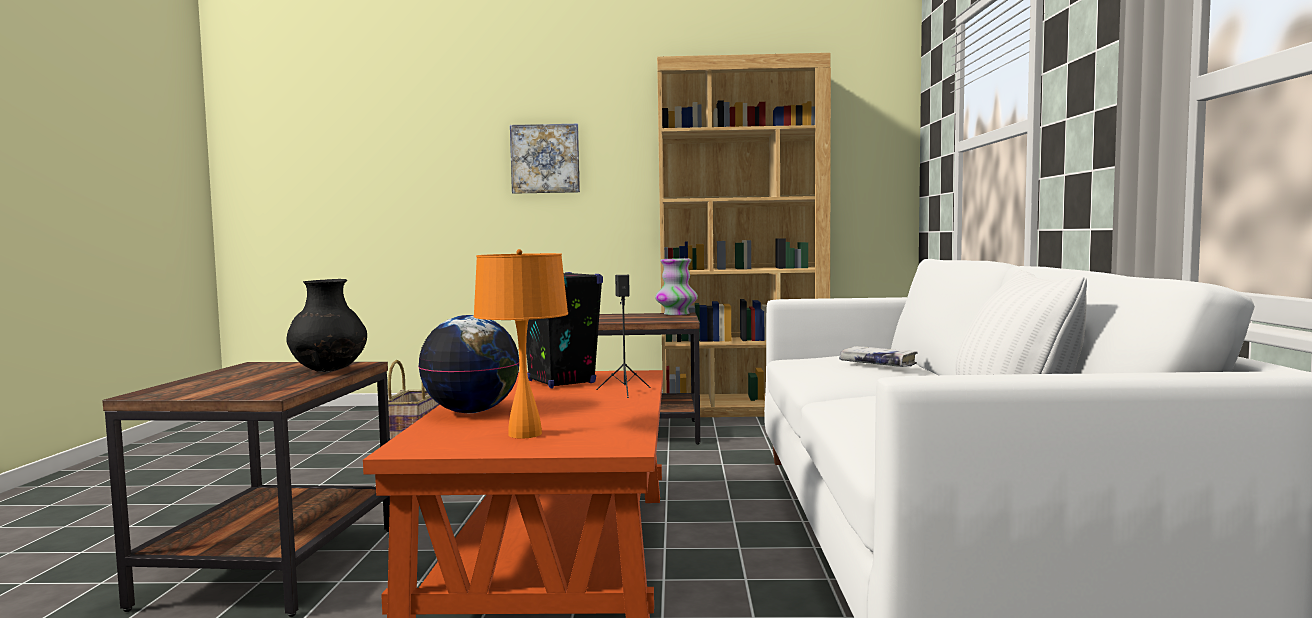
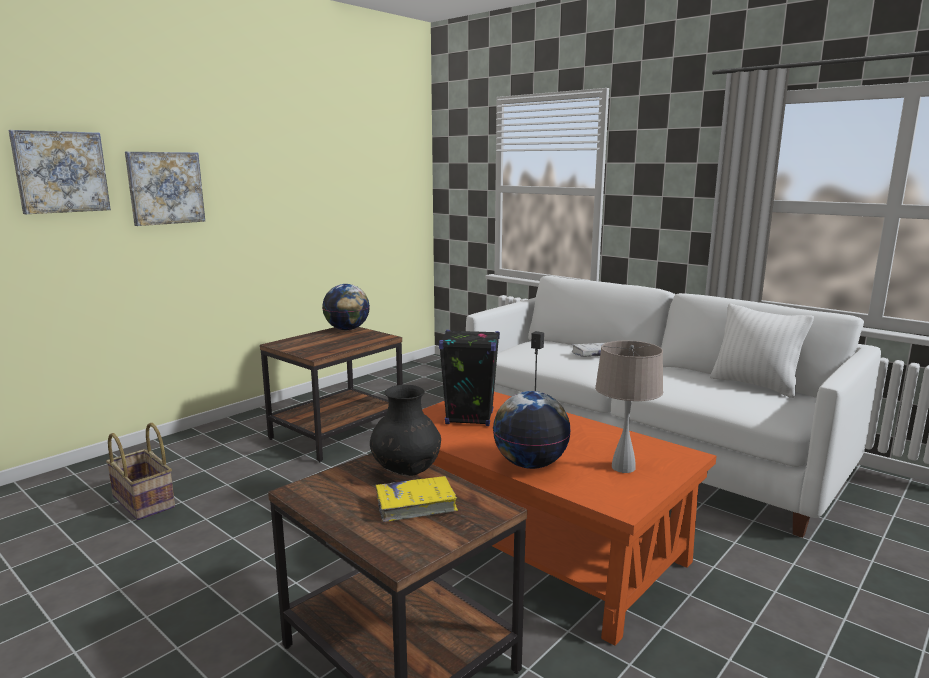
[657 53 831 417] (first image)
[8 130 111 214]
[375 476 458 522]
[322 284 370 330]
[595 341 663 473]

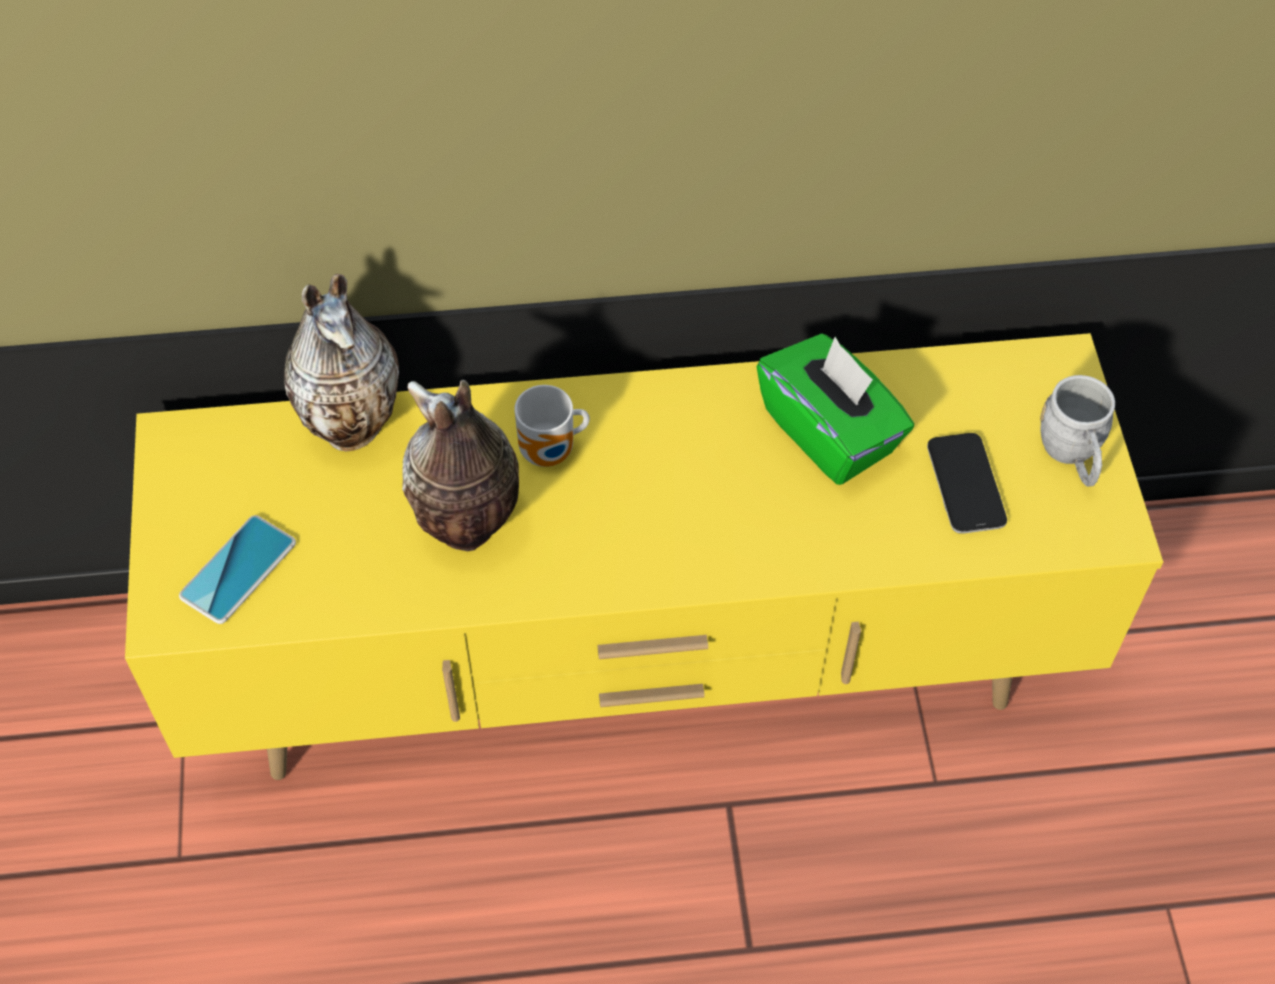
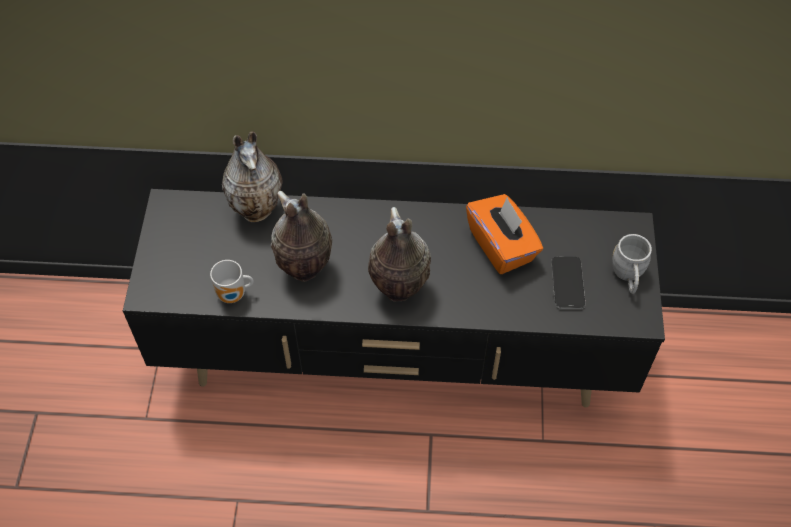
[179 515 296 624] (first image)
[368 207 431 301]
[210 260 254 303]
[123 189 665 407]
[466 194 543 274]

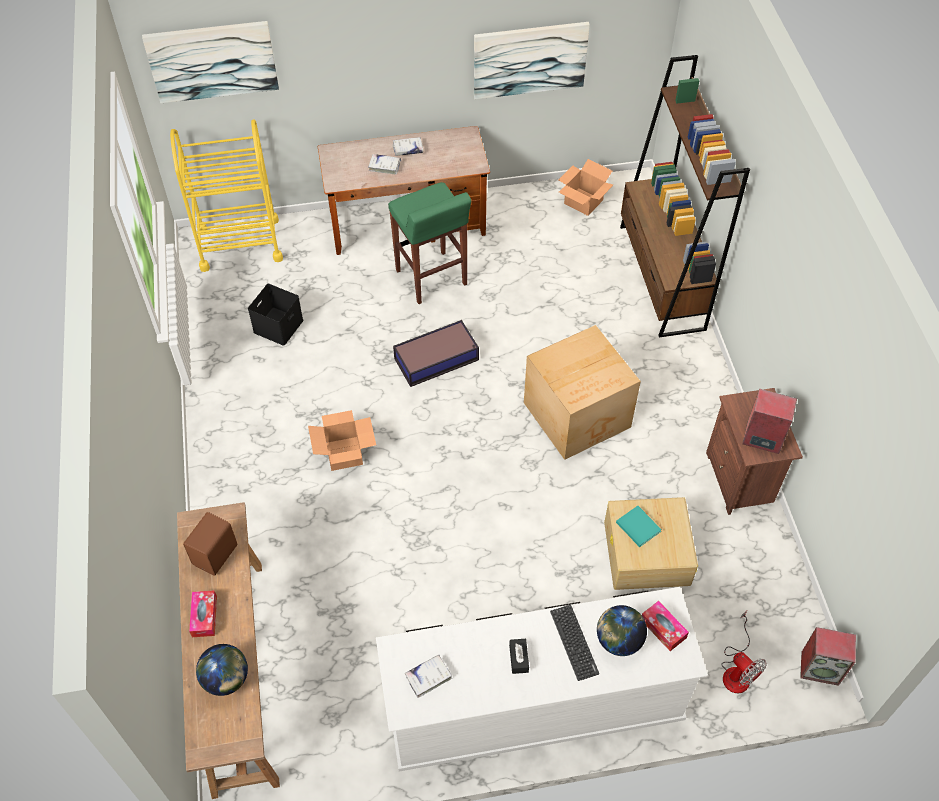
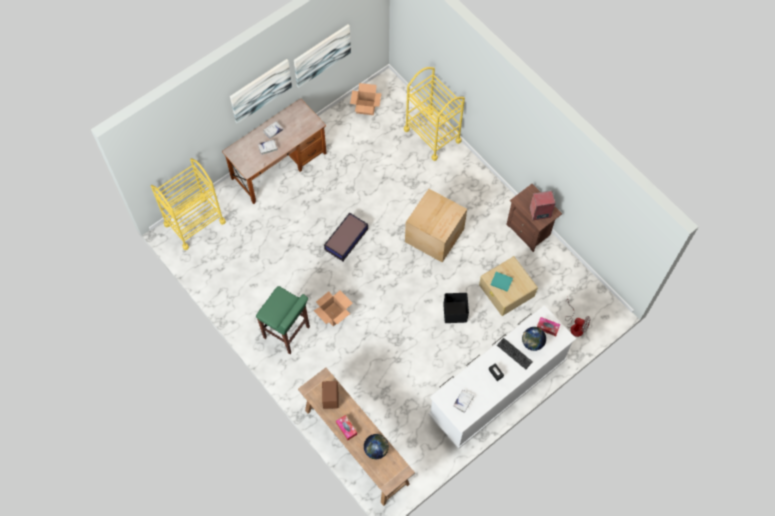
[800 627 856 686] (first image)
[230 59 292 124]
[443 293 469 323]
[256 286 310 354]
[404 67 465 161]

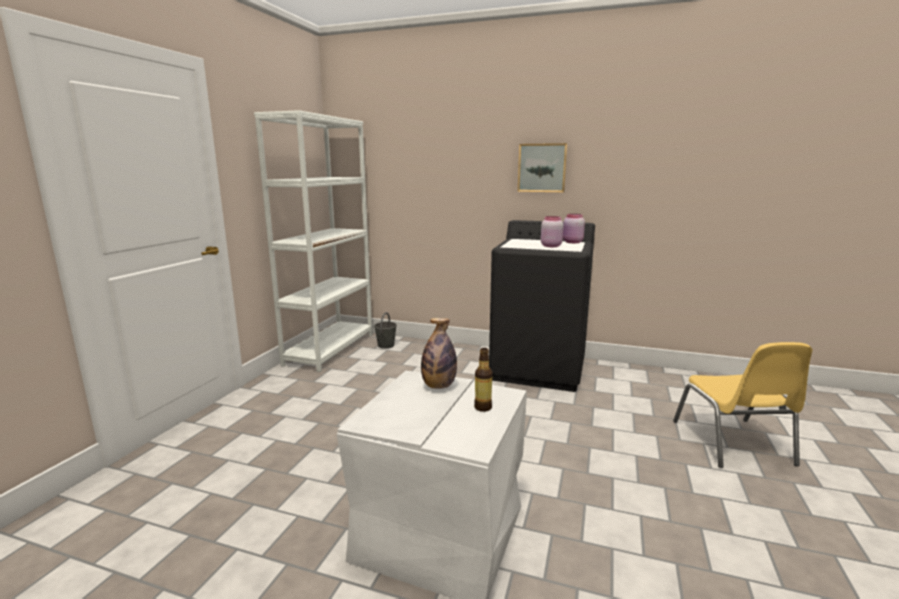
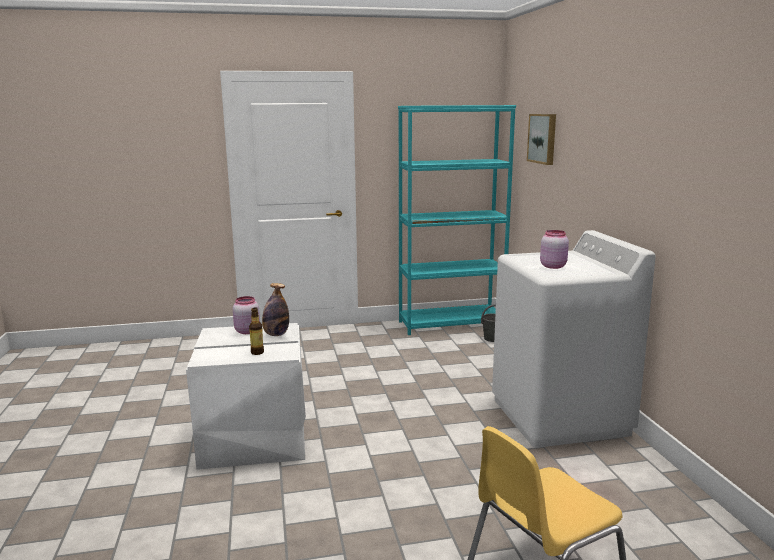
[527 114 556 165]
[233 296 260 334]
[398 105 516 335]
[492 230 656 448]

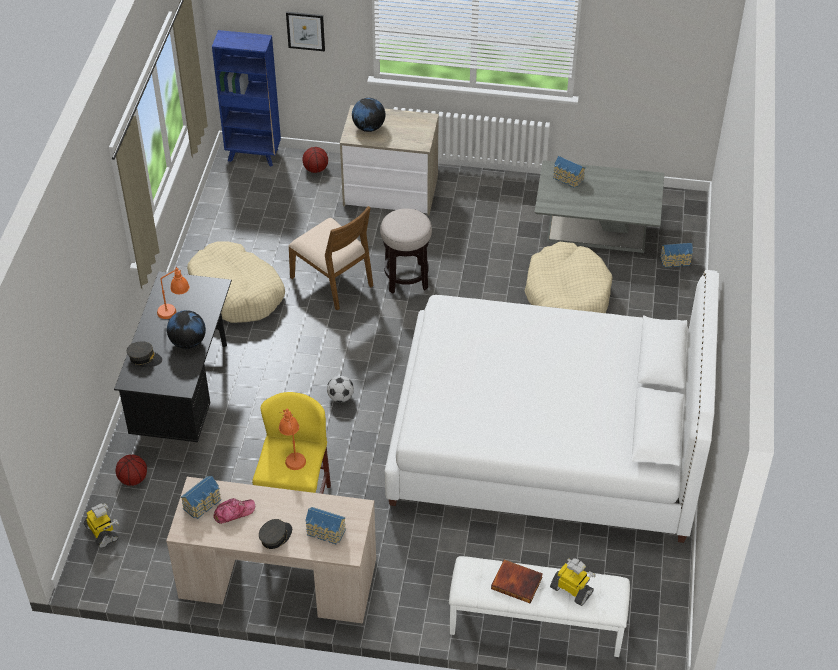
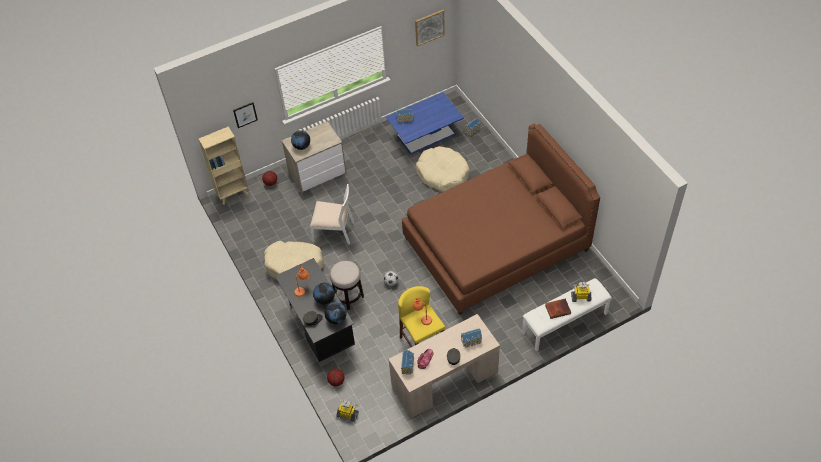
[325 302 347 324]
[415 10 445 47]
[330 261 364 310]
[199 126 249 205]
[310 184 354 244]
[402 124 600 315]
[386 92 464 155]

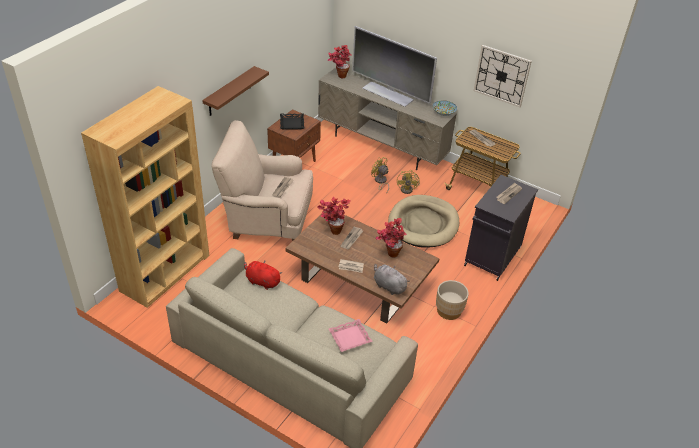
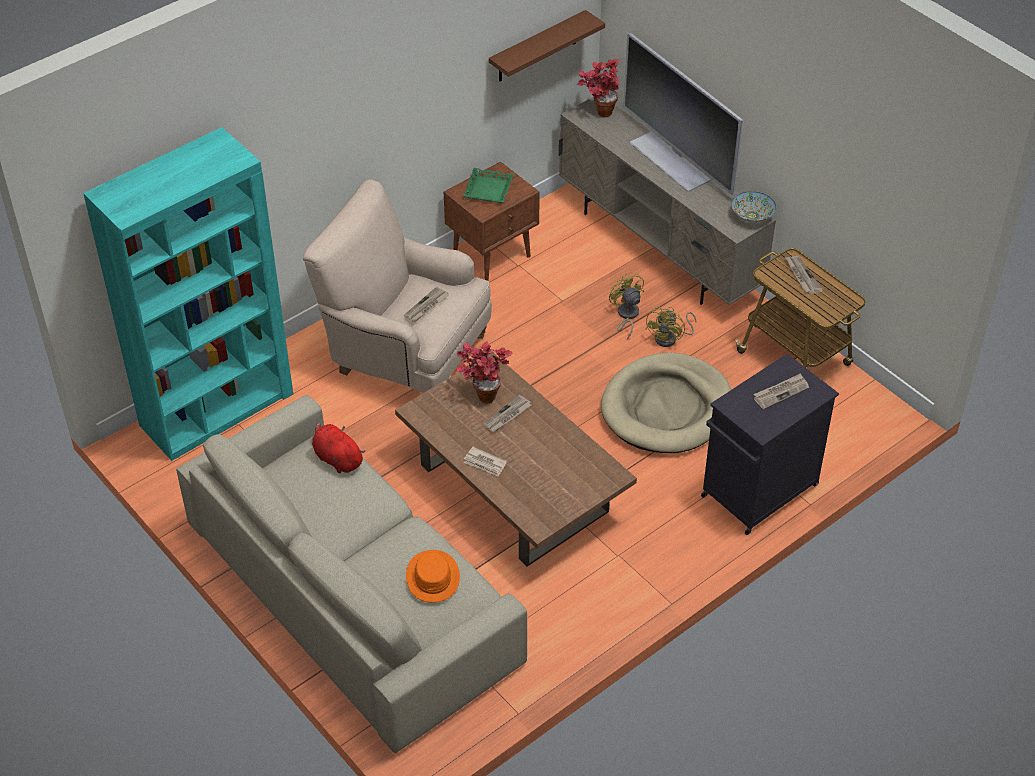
[374 264 410 295] (first image)
[376 218 407 258] (first image)
[436 280 469 320] (first image)
[473 45 532 107] (first image)
[489 10 605 82]
[406 550 460 603]
[83 127 293 461]
[463 168 514 203]

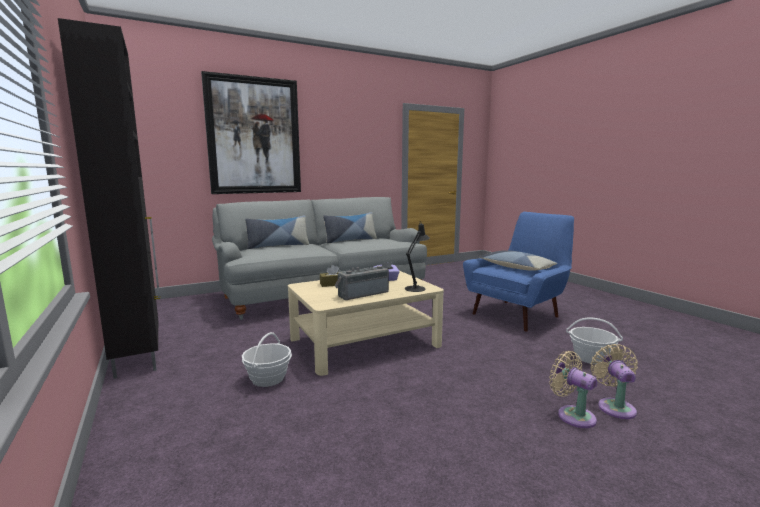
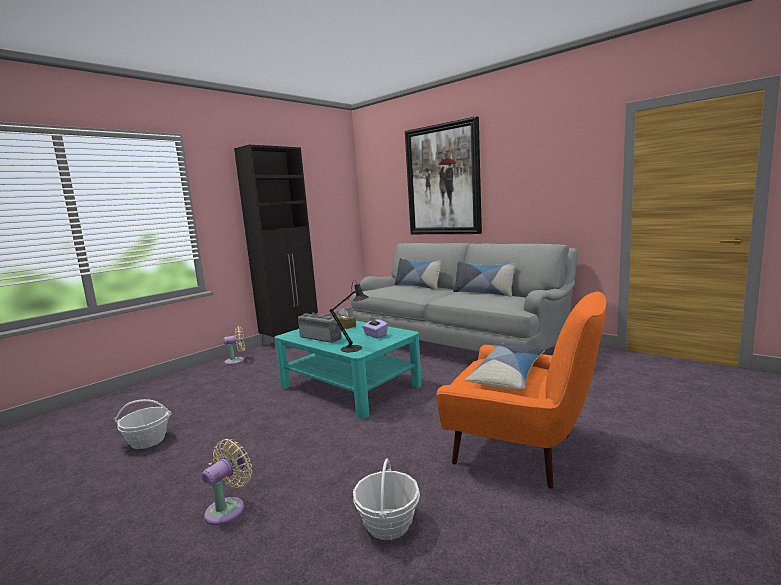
[114 399 171 449]
[224 326 245 365]
[275 321 422 419]
[436 292 606 488]

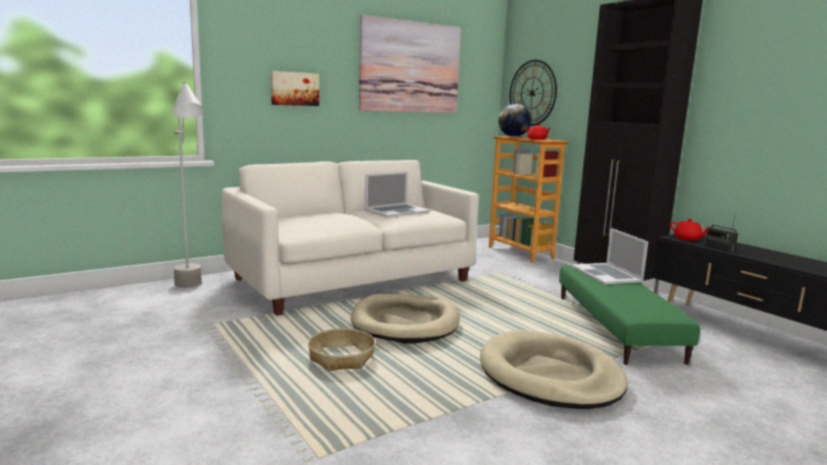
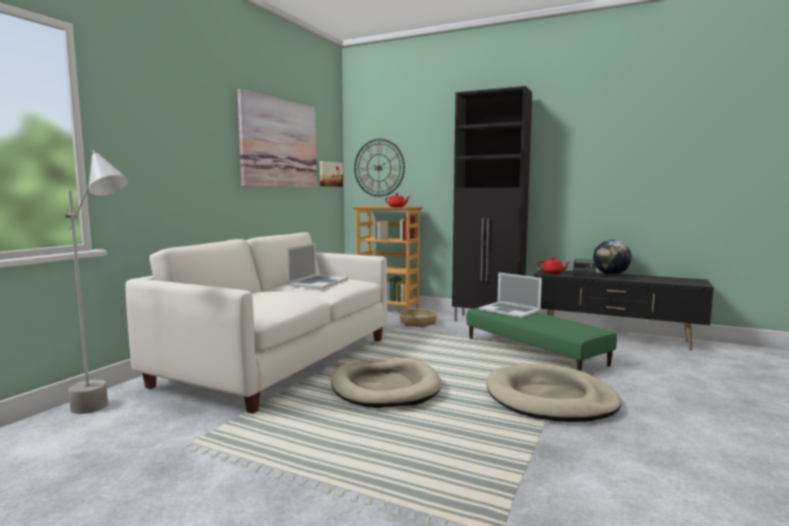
[320 161 343 187]
[399 308 437 327]
[593 240 632 275]

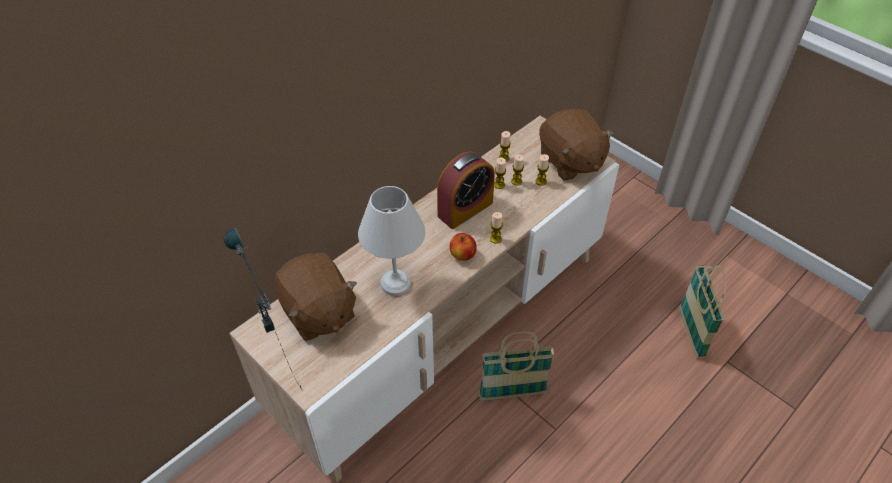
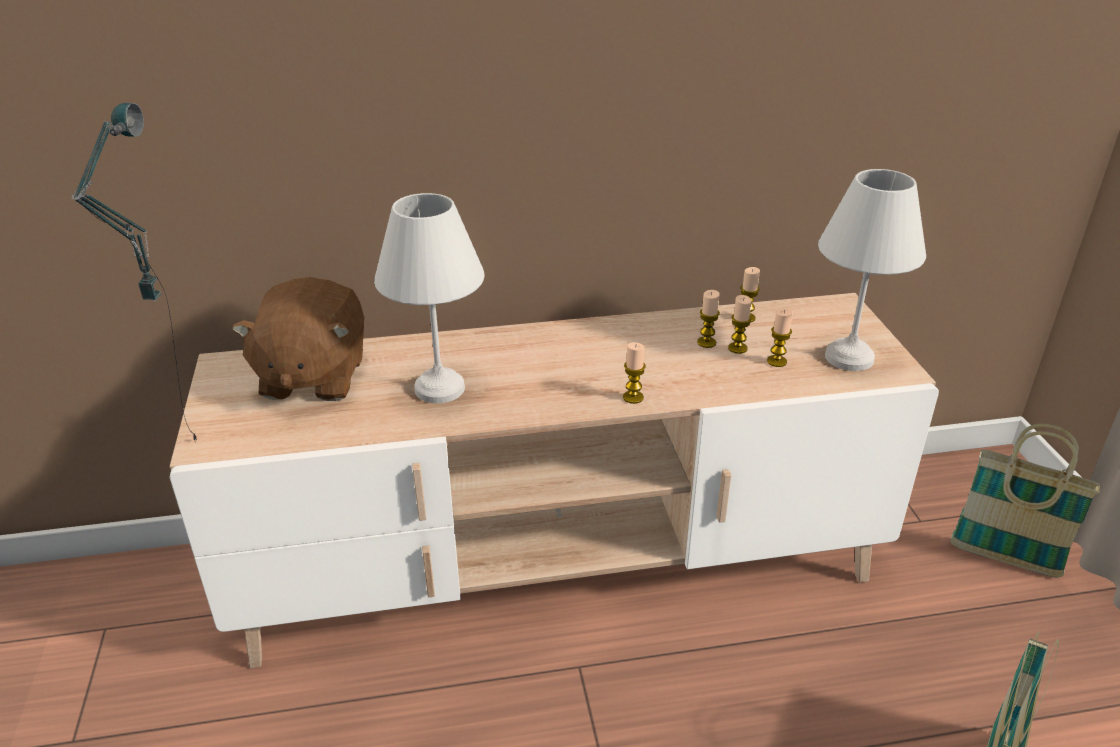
[437 152 495 229] (first image)
[450 233 477 261] (first image)
[950 424 1100 577]
[818 169 926 371]

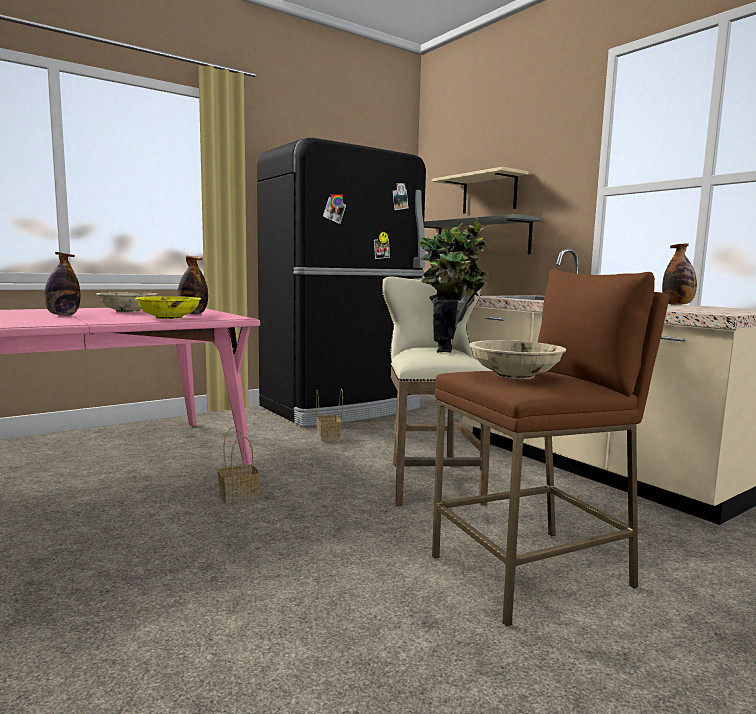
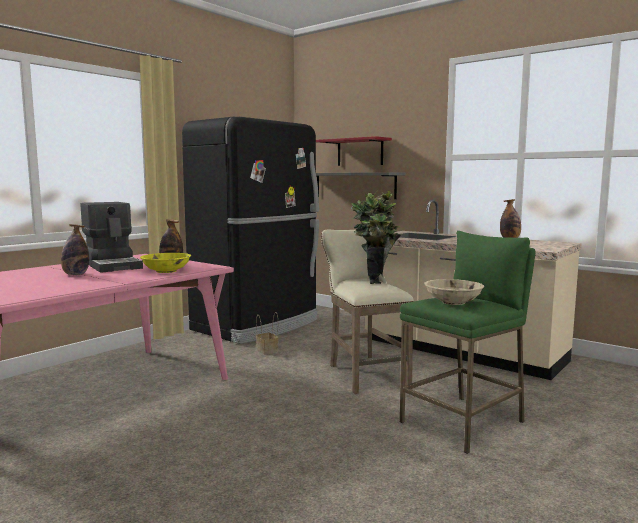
[218 427 259 504] (first image)
[81 202 143 273]
[316 136 392 166]
[400 231 536 454]

